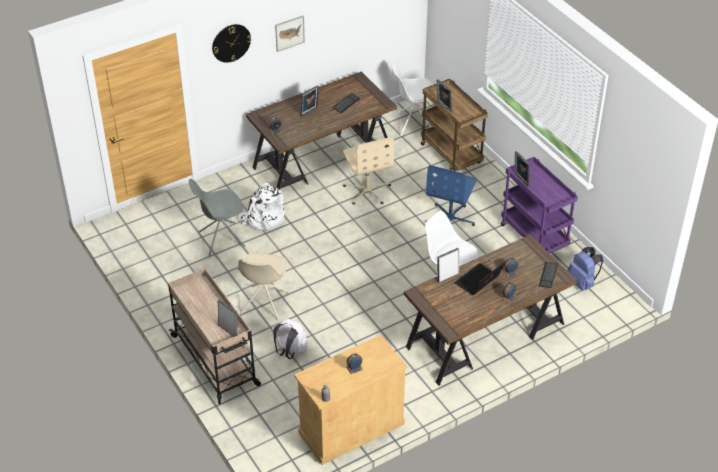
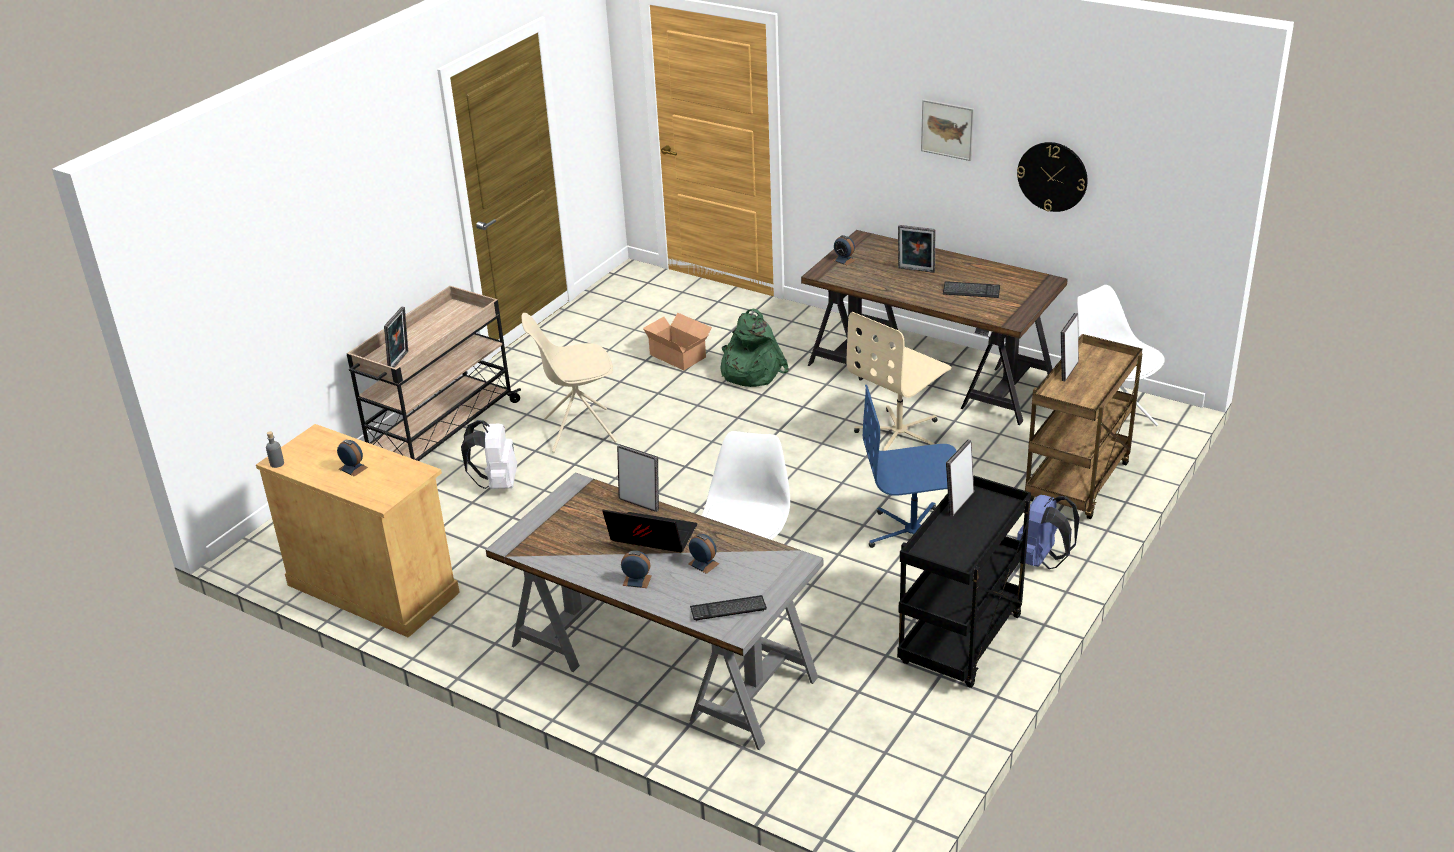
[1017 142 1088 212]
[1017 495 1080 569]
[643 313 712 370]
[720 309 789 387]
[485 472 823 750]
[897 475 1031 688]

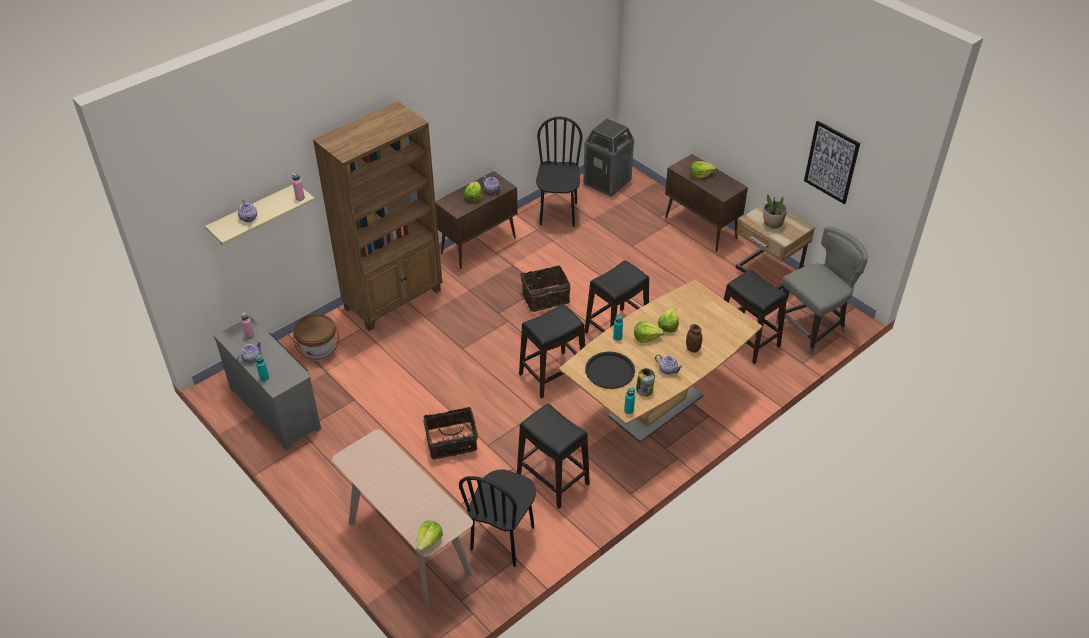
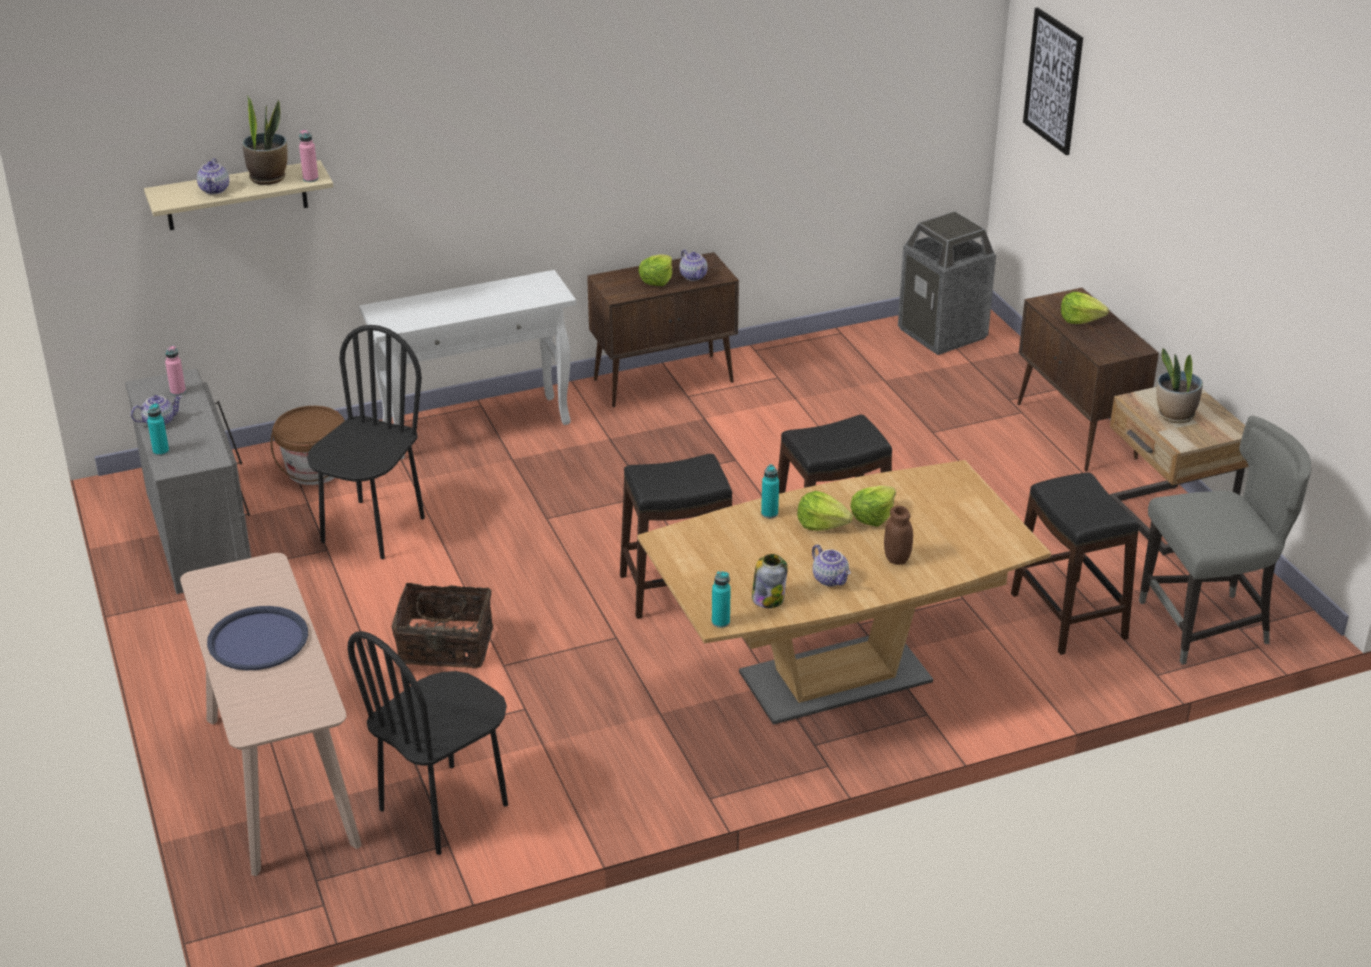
[416 521 443 552] (first image)
[517 404 590 509] (first image)
[520 265 570 312] (first image)
[585 351 635 389] (first image)
[207 606 308 670]
[242 95 288 185]
[307 325 425 559]
[1023 8 1083 155]
[359 270 576 459]

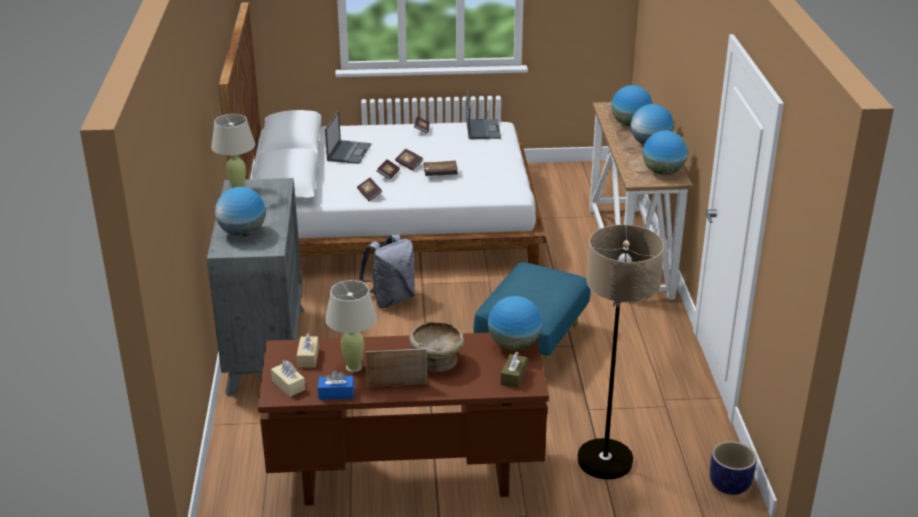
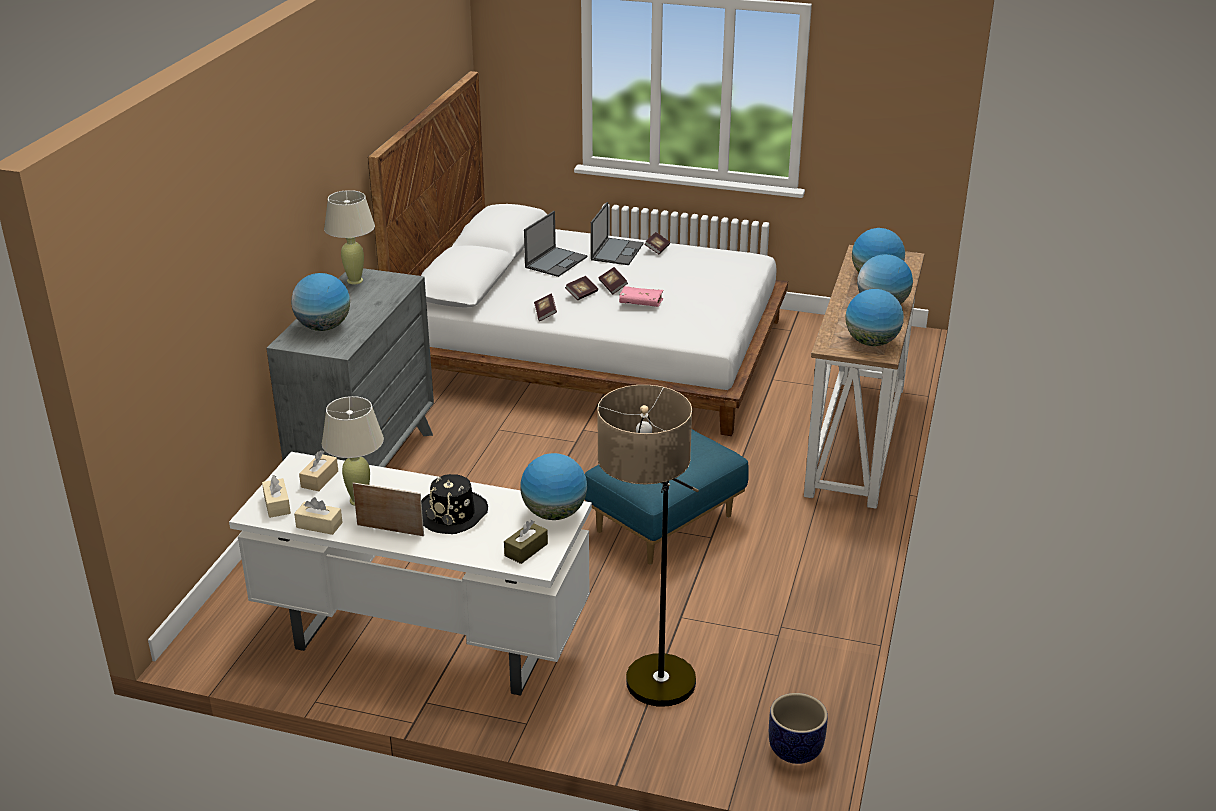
[359 235 415 308] (first image)
[591 202 644 265]
[421 474 488 534]
[229 452 592 696]
[294 497 343 535]
[619 286 663 307]

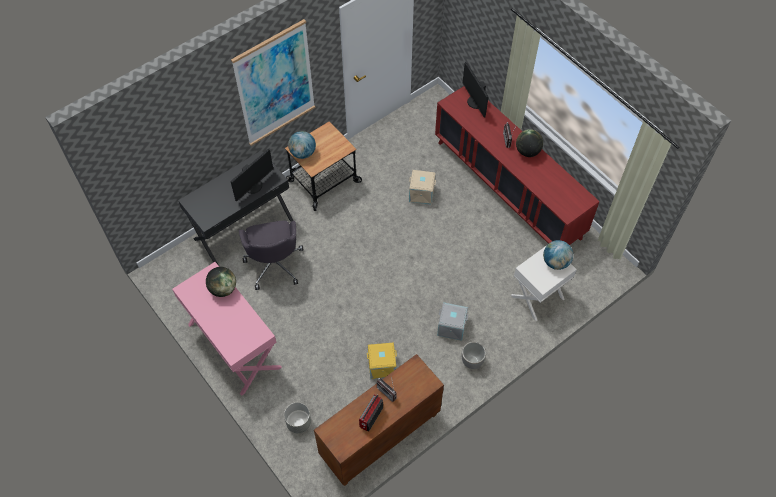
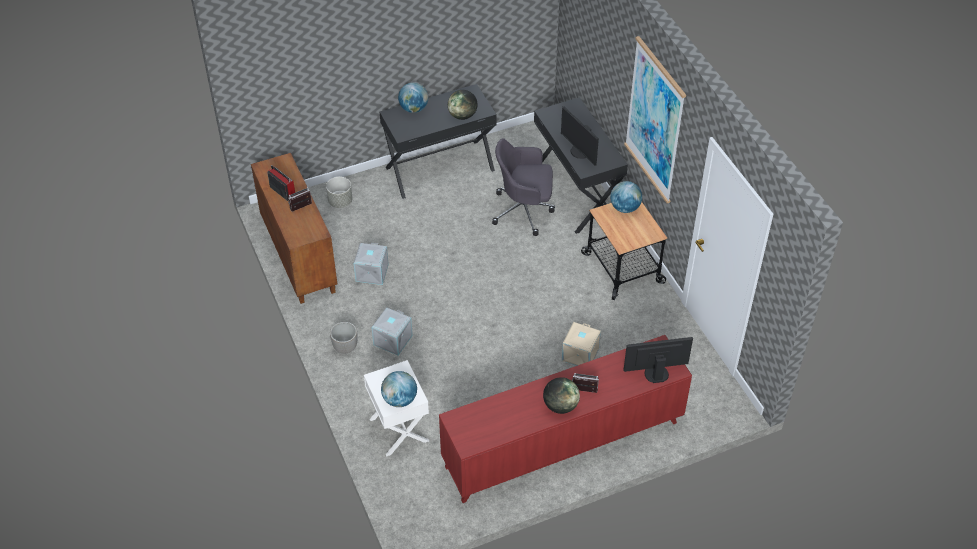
[398 82 428 113]
[379 84 497 199]
[354 243 389 285]

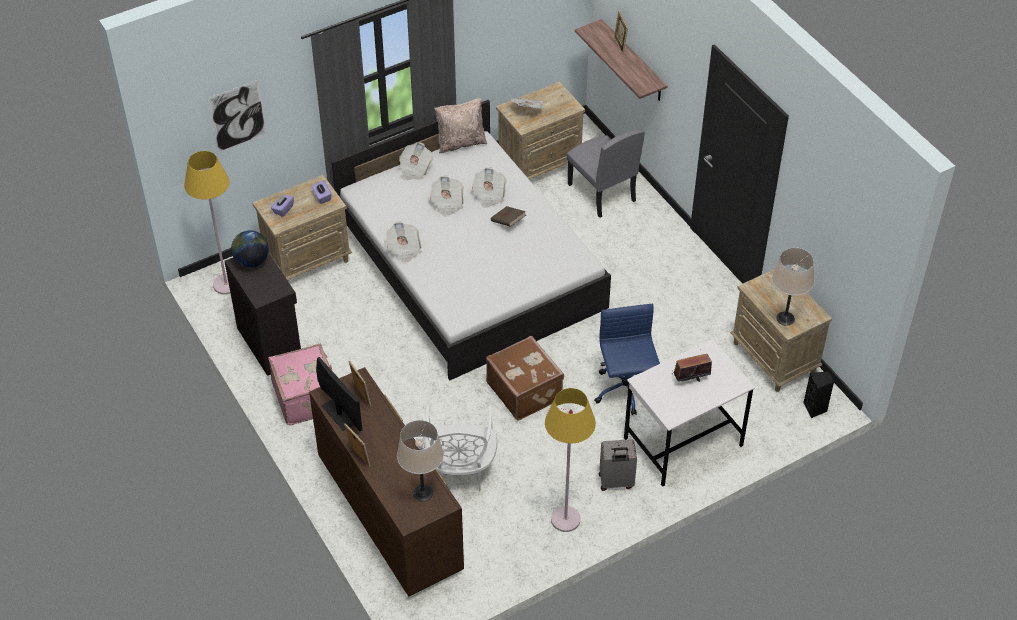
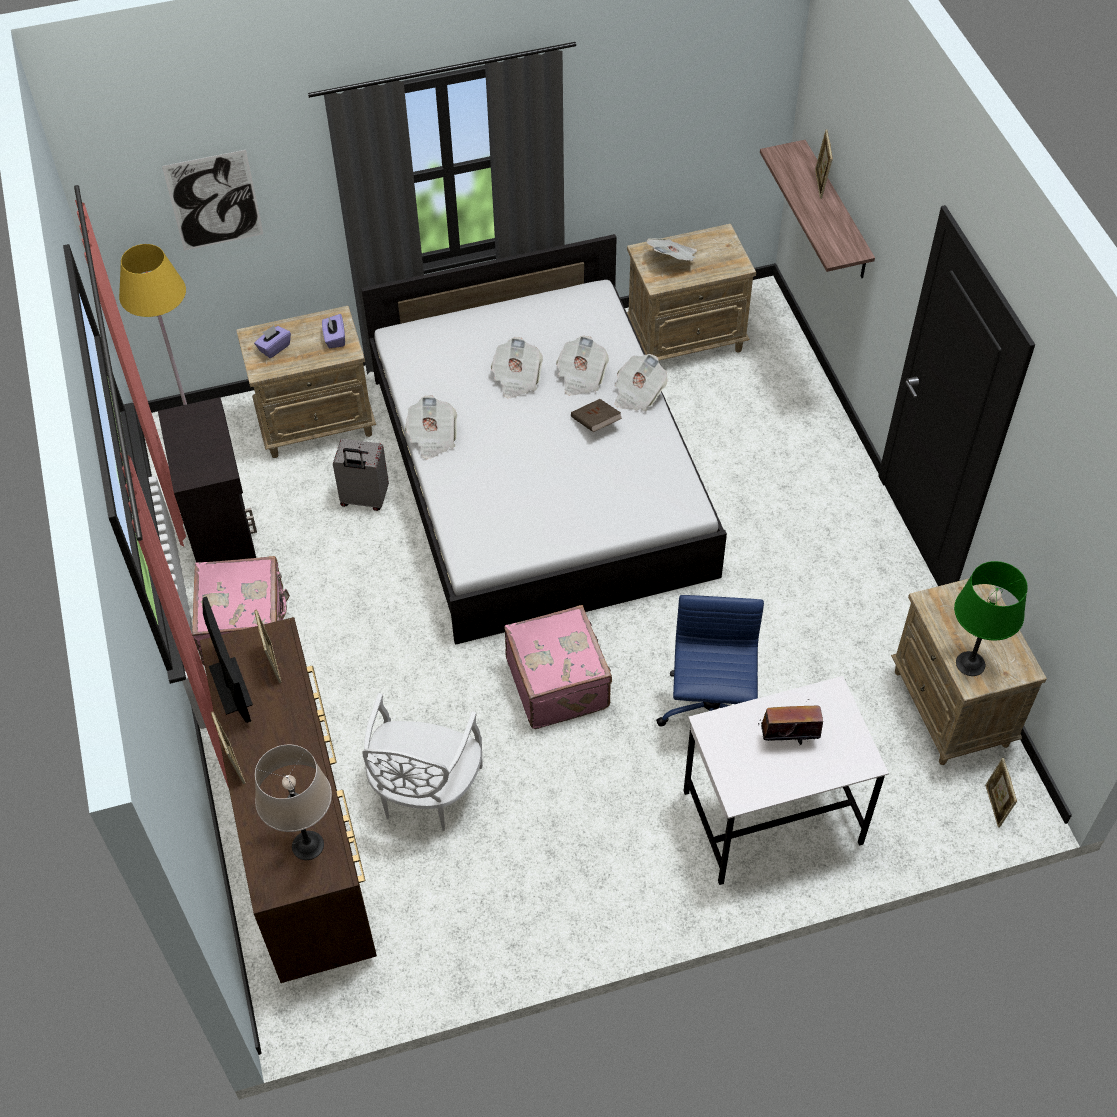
[231 230 269 267] (first image)
[434 98 487 153] (first image)
[545 388 596 532] (first image)
[567 129 645 218] (first image)
[615 354 667 411]
[333 439 389 511]
[985 758 1017 828]
[504 605 612 729]
[954 561 1028 676]

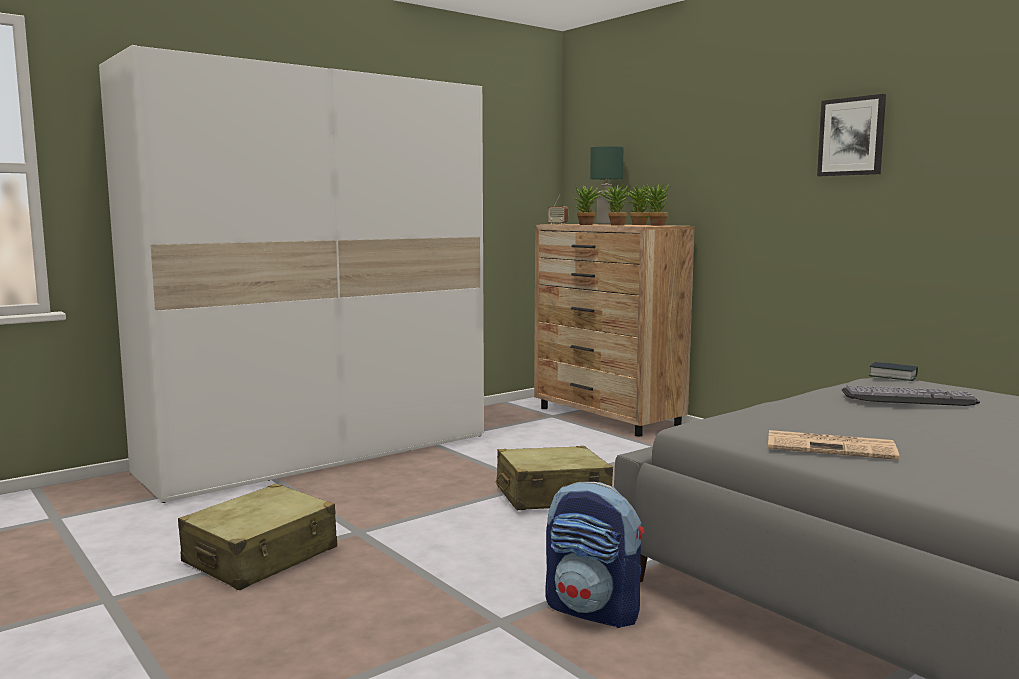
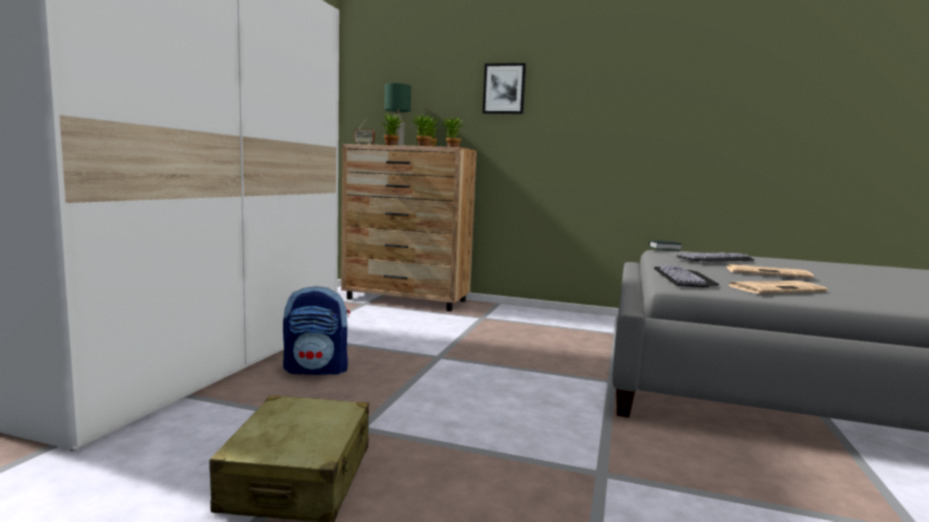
[496 446 613 510] (first image)
[654 265 719 288]
[726 264 814 278]
[283 286 350 375]
[482 63 526 114]

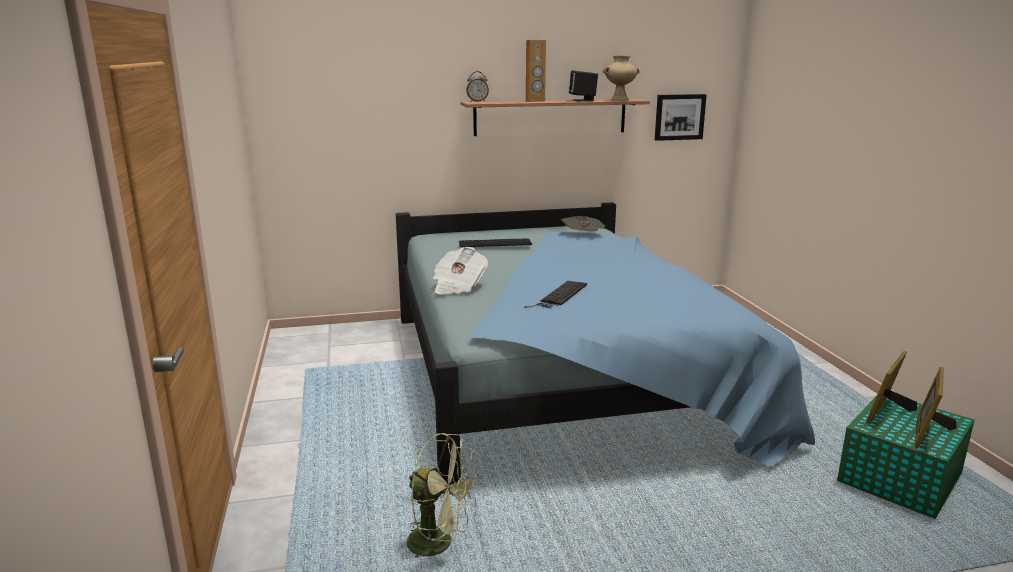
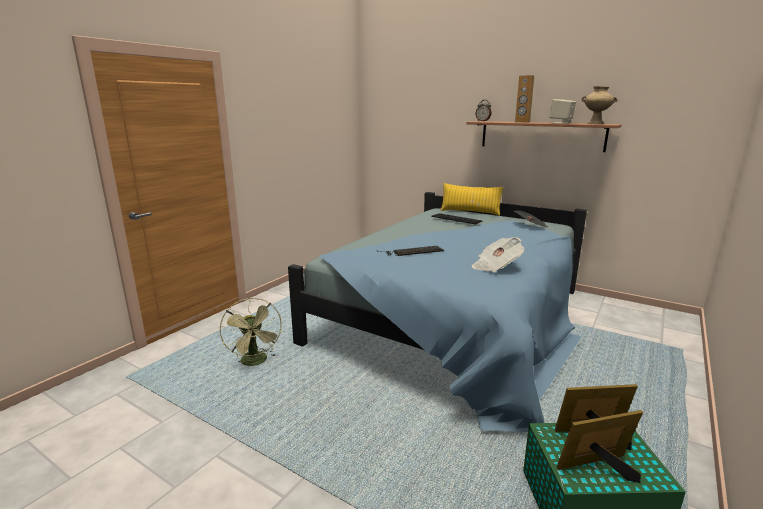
[655 94 707 141] (first image)
[440 183 503 216]
[472 237 524 272]
[549 99 576 124]

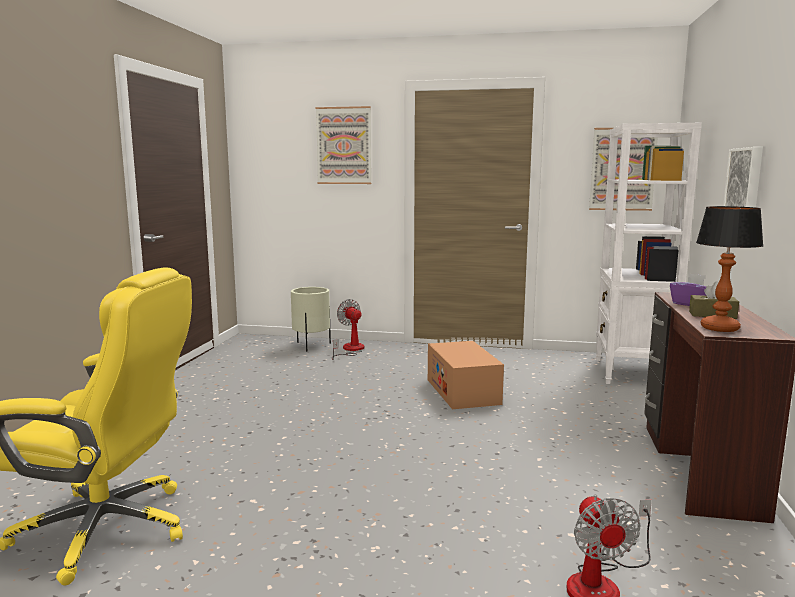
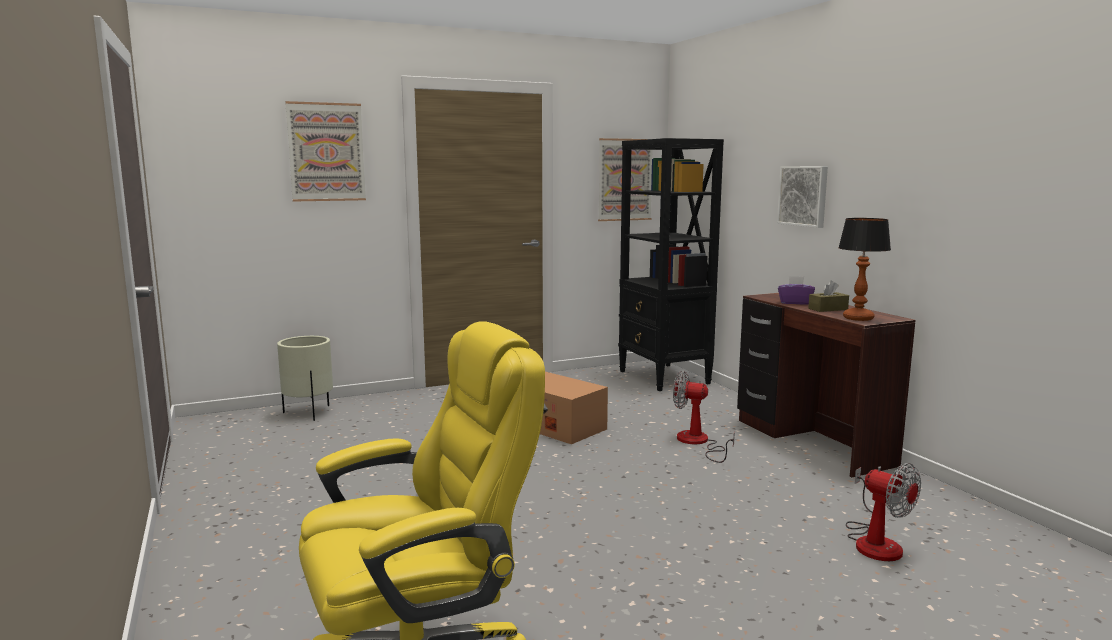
[673 371 735 463]
[618 138 724 391]

